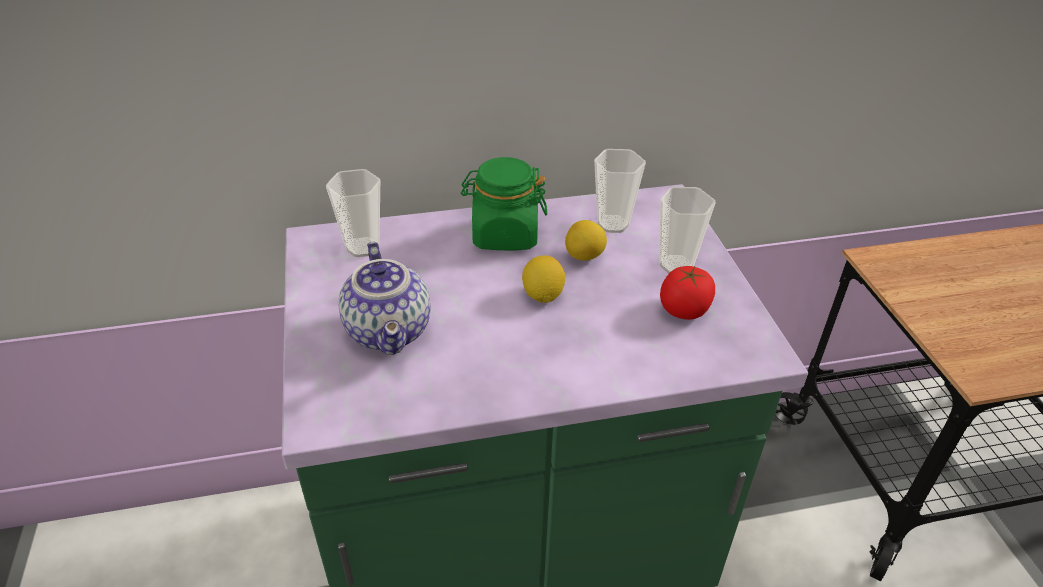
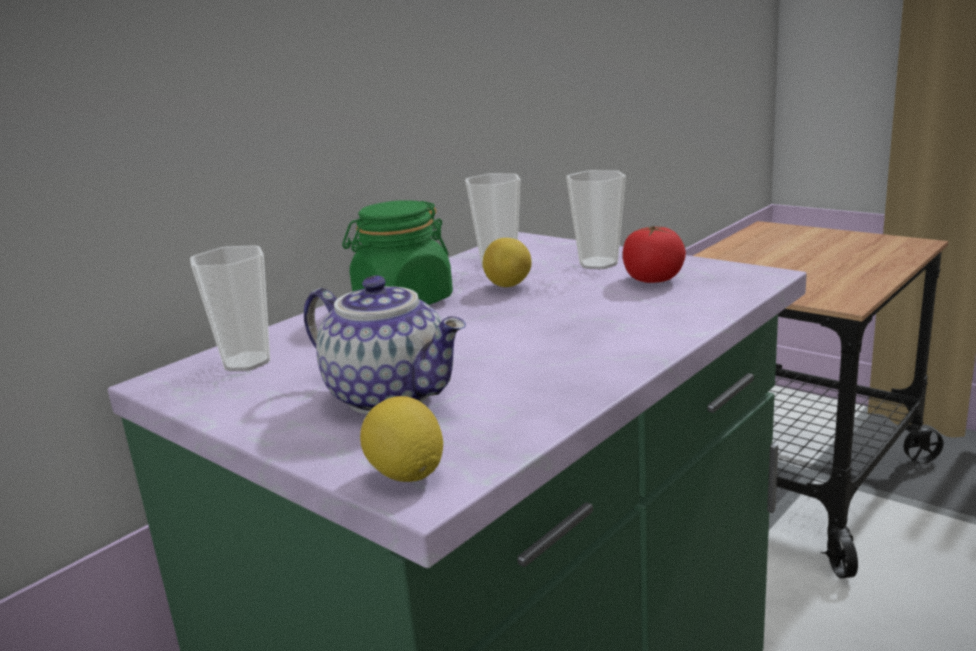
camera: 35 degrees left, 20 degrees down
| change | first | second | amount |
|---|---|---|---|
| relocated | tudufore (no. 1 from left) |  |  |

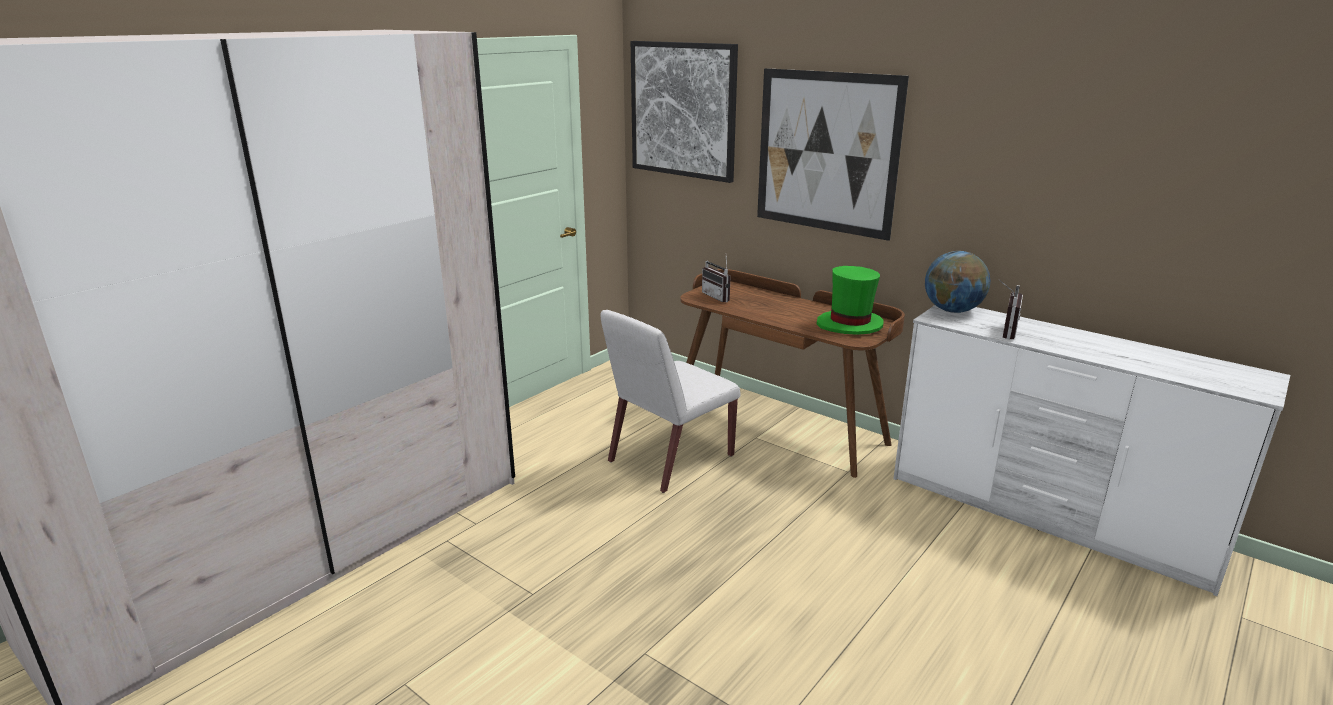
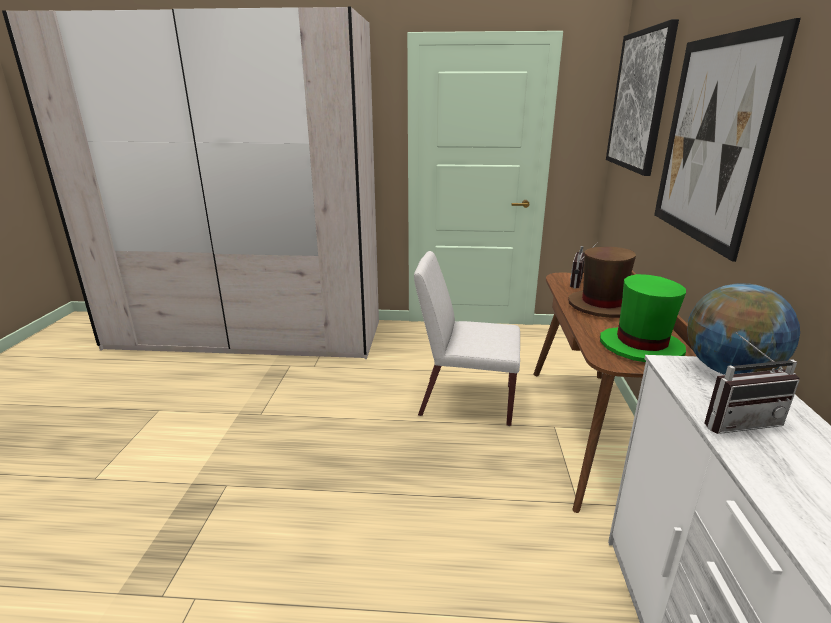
camera: 55 degrees right, 0 degrees up
| change | first | second | amount |
|---|---|---|---|
| appeared |  | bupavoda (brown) |  |

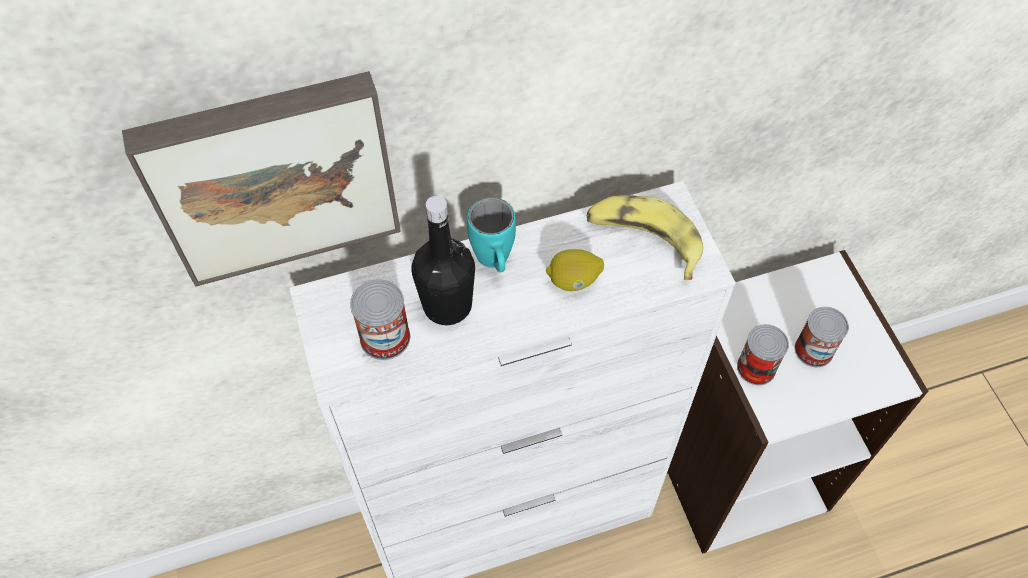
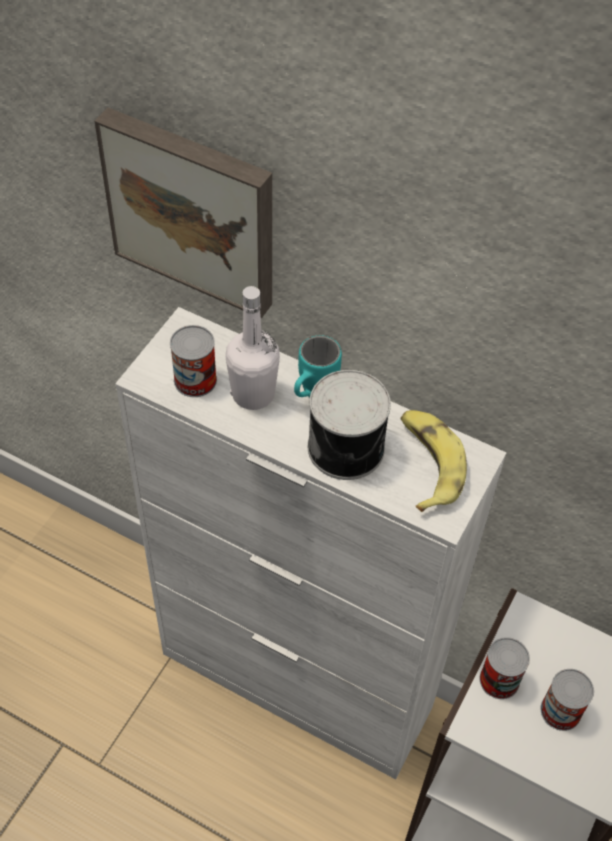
camera: 45 degrees right, 5 degrees down
| change | first | second | amount |
|---|---|---|---|
| exchanged | tudufore | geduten (no. 2 from left) |  |
| colour | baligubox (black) | baligubox (white) |  |

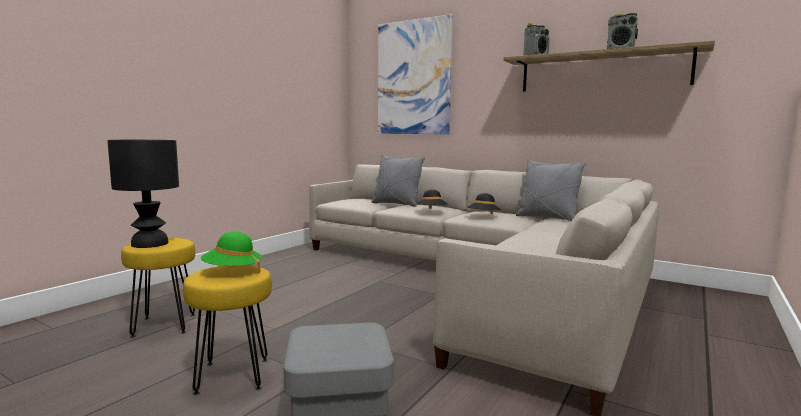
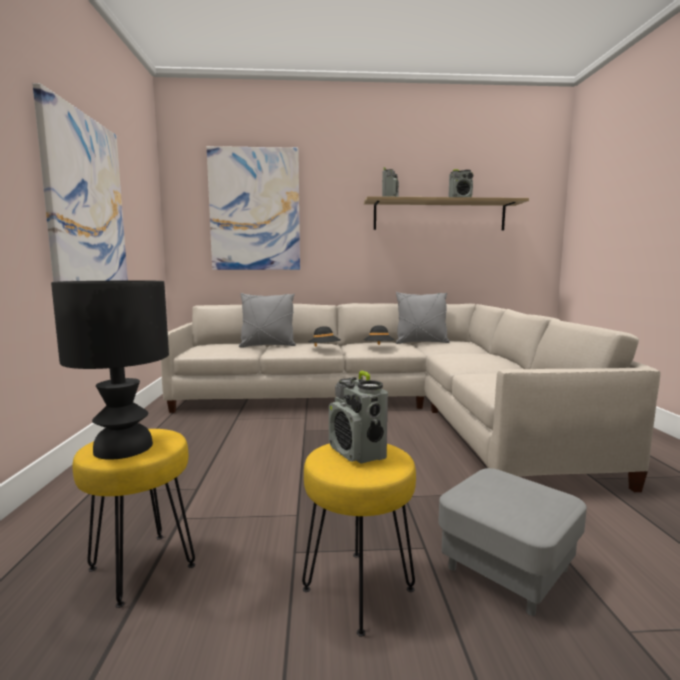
camera: 35 degrees left, 0 degrees up
| change | first | second | amount |
|---|---|---|---|
| appeared |  | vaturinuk (no. 1 from left) |  |
| exchanged | bupavoda (green) | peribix (no. 1 from left) |  |

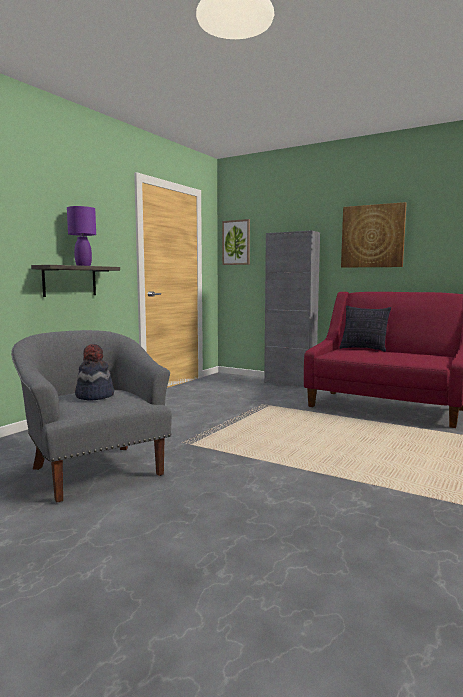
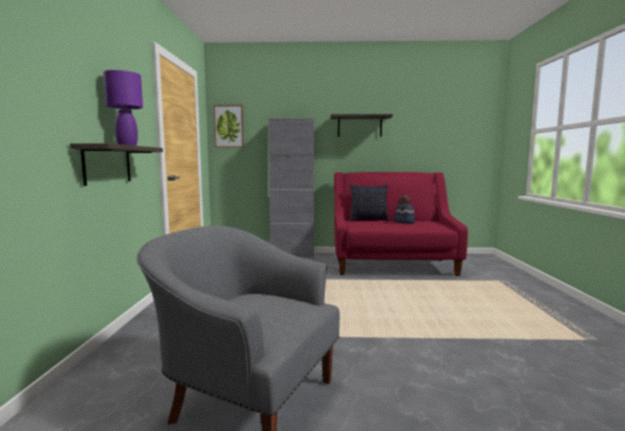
camera: 30 degrees left, 0 degrees up
| change | first | second | amount |
|---|---|---|---|
| relocated | bupavoda |  |  |
| exchanged | vaturinuk (no. 2 from left) | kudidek (no. 2 from left) |  |

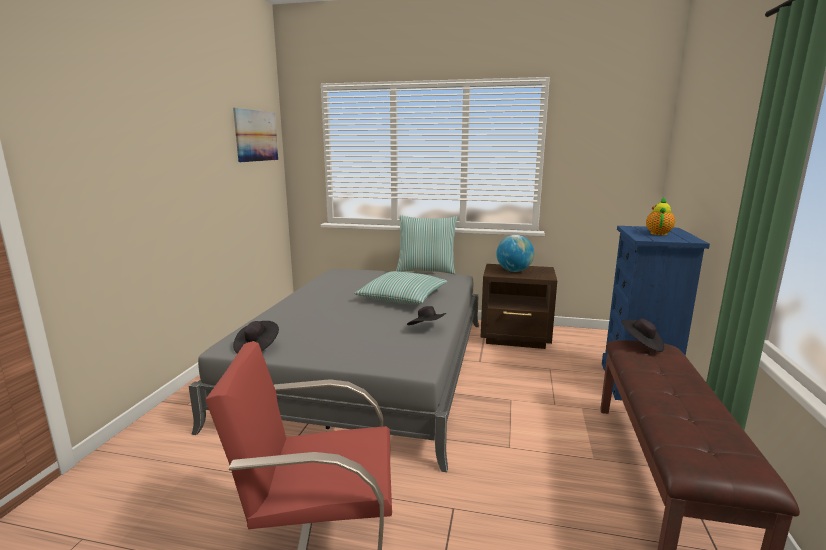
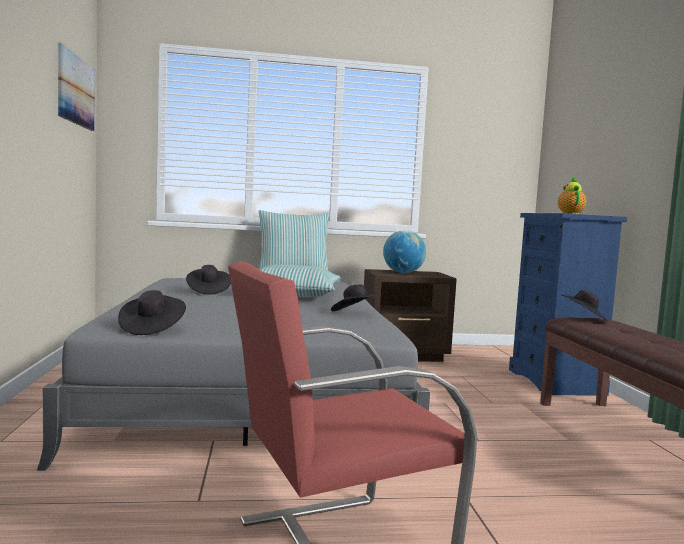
camera: 20 degrees left, 10 degrees down
| change | first | second | amount |
|---|---|---|---|
| appeared |  | bupavoda (black) (no. 2 from left) |  |

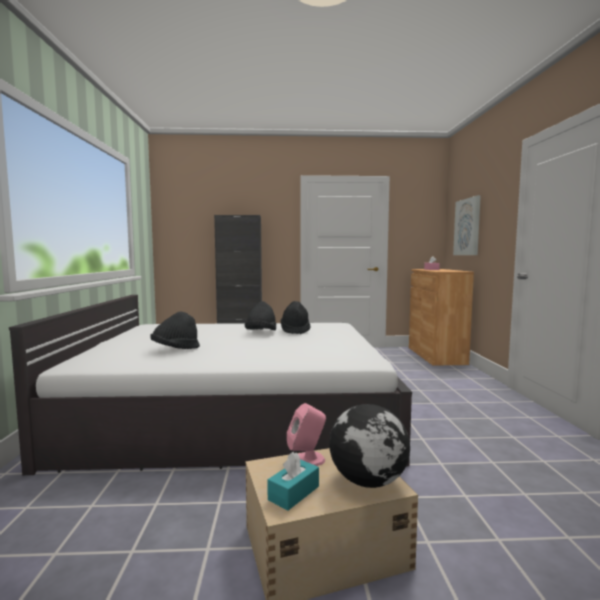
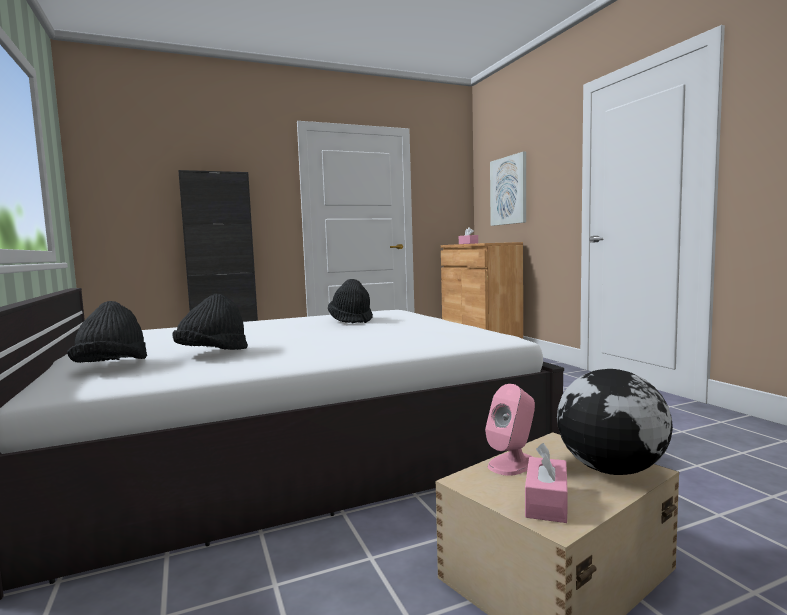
camera: 20 degrees left, 0 degrees up
| change | first | second | amount |
|---|---|---|---|
| relocated | bupavoda (black) (no. 2 from left in the first image) | bupavoda (black) (no. 1 from left) |  |
| colour | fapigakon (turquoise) | fapigakon (pink) (no. 2 from left) |  |

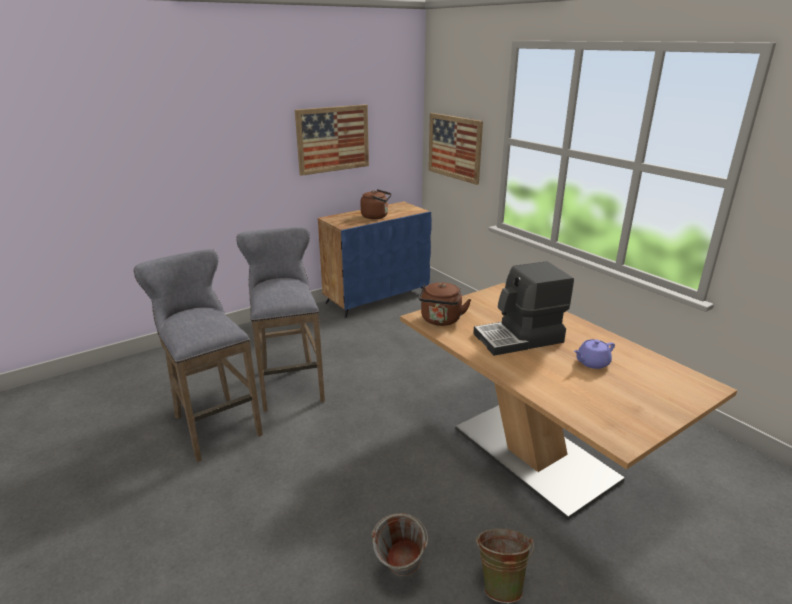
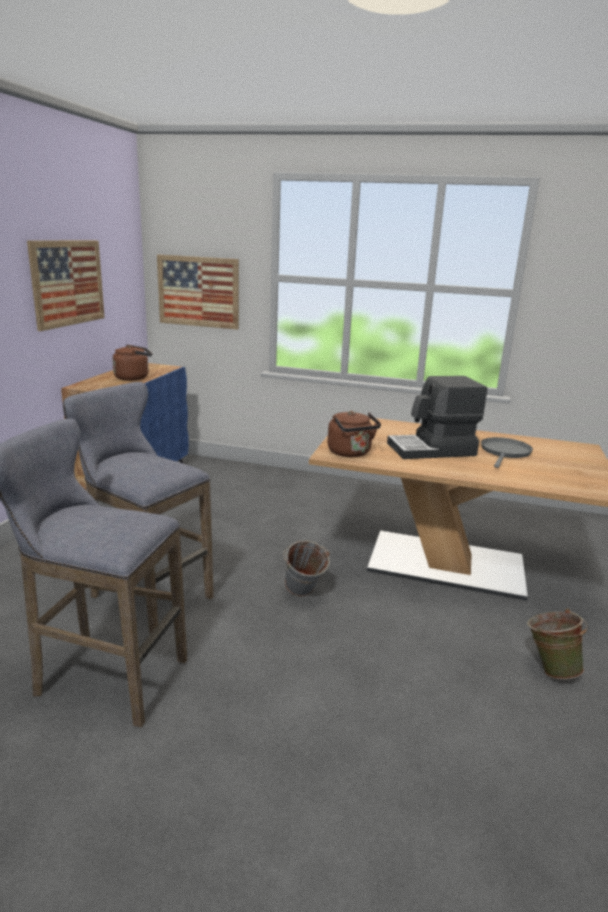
camera: 40 degrees left, 5 degrees down
| change | first | second | amount |
|---|---|---|---|
| relocated | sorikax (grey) |  |  |
| exchanged | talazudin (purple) | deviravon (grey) |  |
| spun | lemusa |  | 45 degrees clockwise |

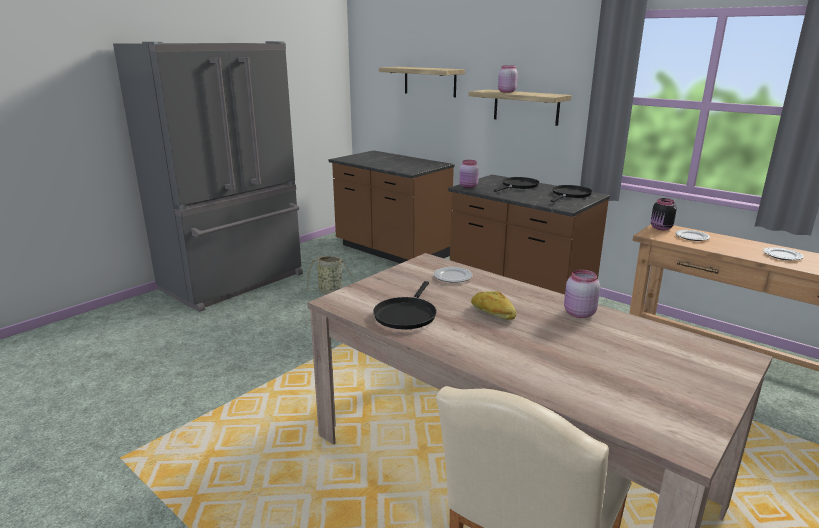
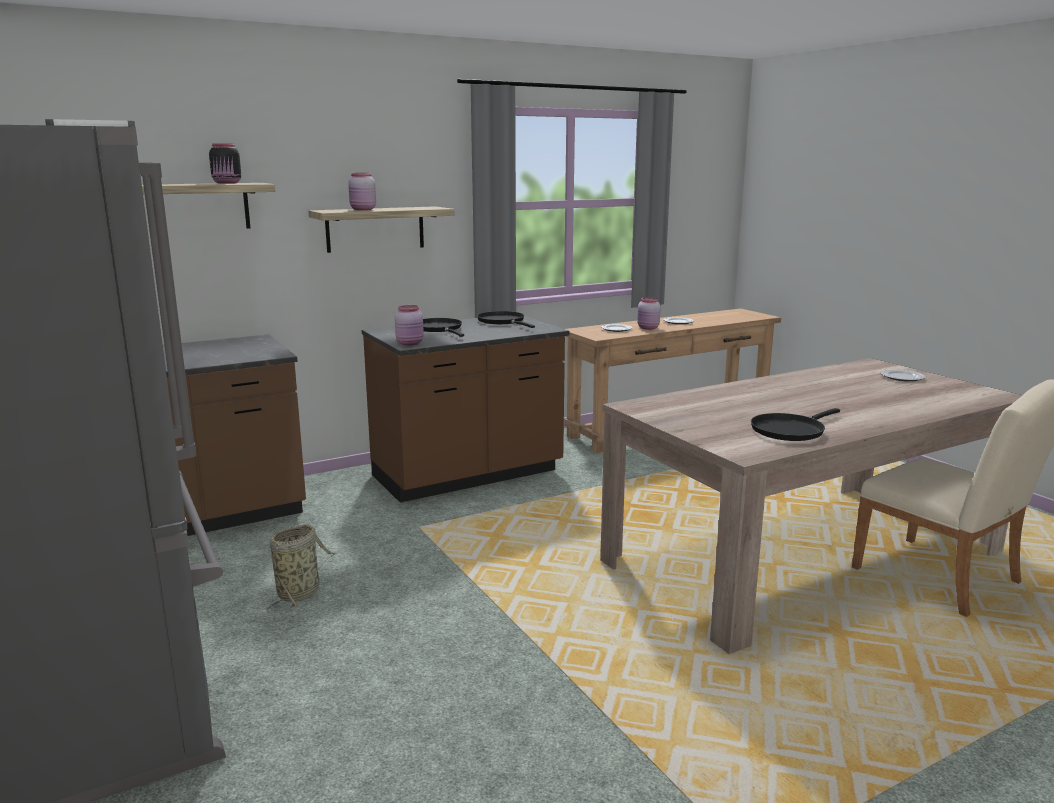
camera: 70 degrees left, 5 degrees down
| change | first | second | amount |
|---|---|---|---|
| missing | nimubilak |  |  |
| relocated | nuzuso (no. 1 from left in the first image) | nuzuso (no. 3 from left) |  |
| relocated | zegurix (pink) (no. 3 from left) |  |  |
| relocated | zegurix (black) |  |  |
| spun | deviravon (black) (no. 1 from left in the first image) | deviravon (black) (no. 3 from left) | 105 degrees clockwise |

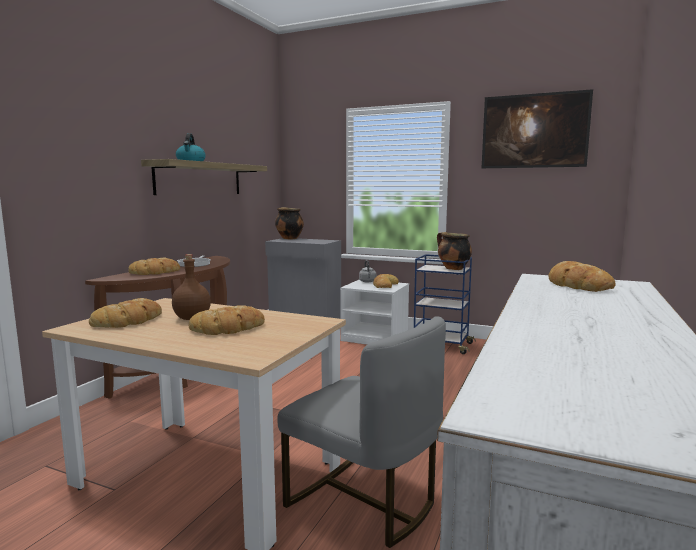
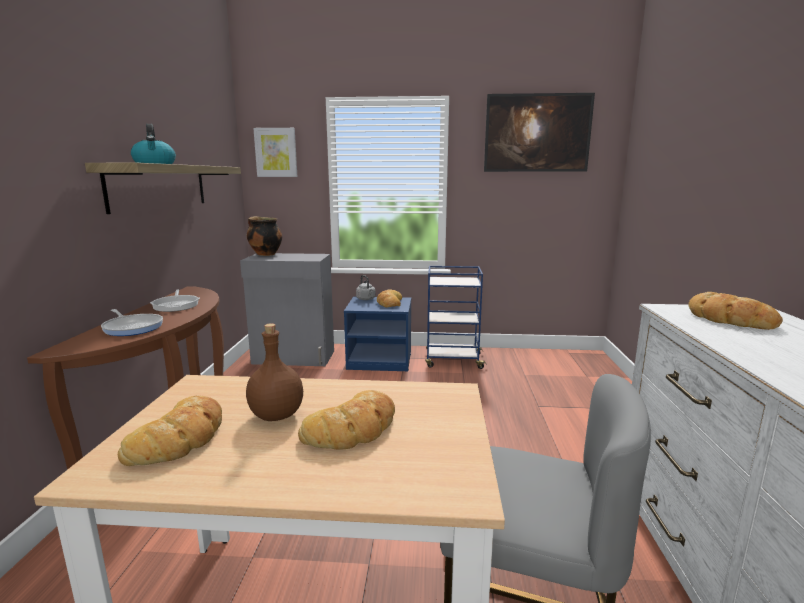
camera: 20 degrees left, 5 degrees up
| change | first | second | amount |
|---|---|---|---|
| missing | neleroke (no. 2 from left) |  |  |
| appeared |  | vaturinuk (no. 1 from left) |  |
| exchanged | nimubilak (no. 2 from left) | deviravon (no. 1 from left) |  |
| colour | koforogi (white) | koforogi (blue) |  |

